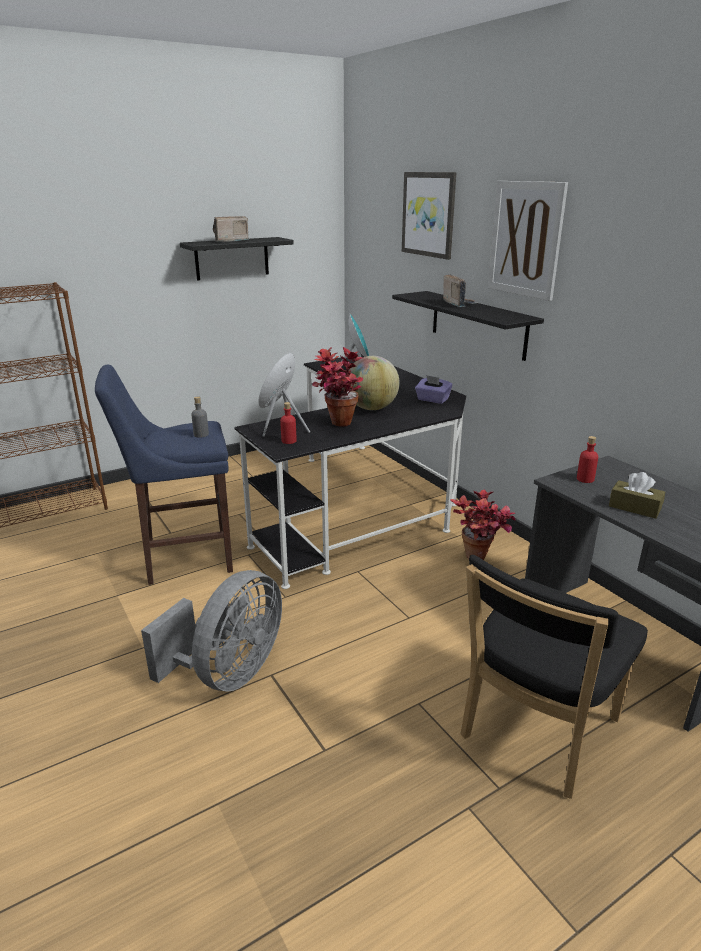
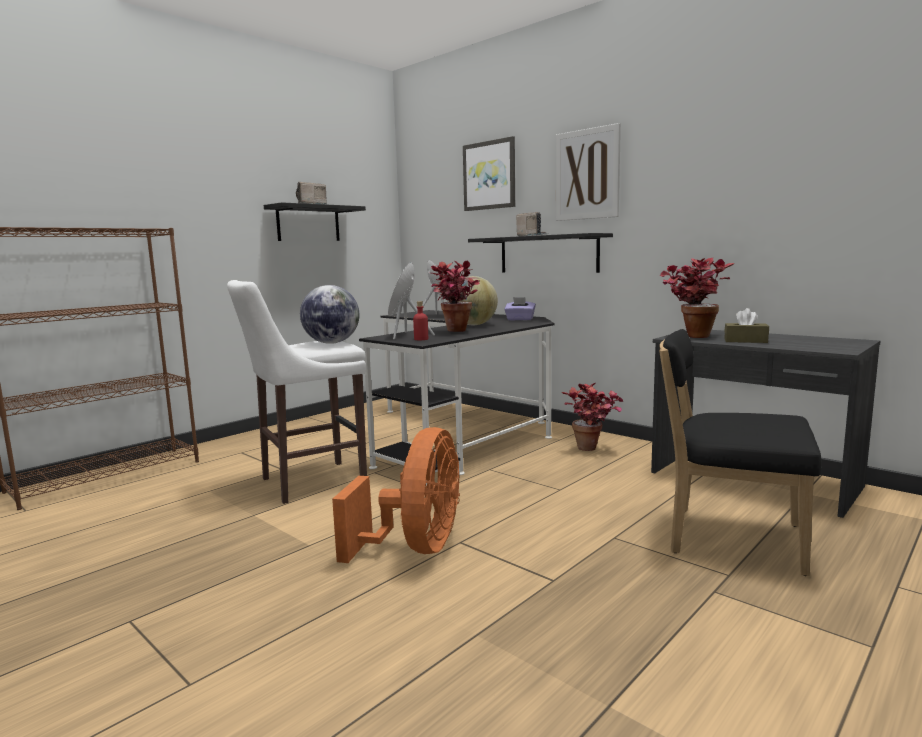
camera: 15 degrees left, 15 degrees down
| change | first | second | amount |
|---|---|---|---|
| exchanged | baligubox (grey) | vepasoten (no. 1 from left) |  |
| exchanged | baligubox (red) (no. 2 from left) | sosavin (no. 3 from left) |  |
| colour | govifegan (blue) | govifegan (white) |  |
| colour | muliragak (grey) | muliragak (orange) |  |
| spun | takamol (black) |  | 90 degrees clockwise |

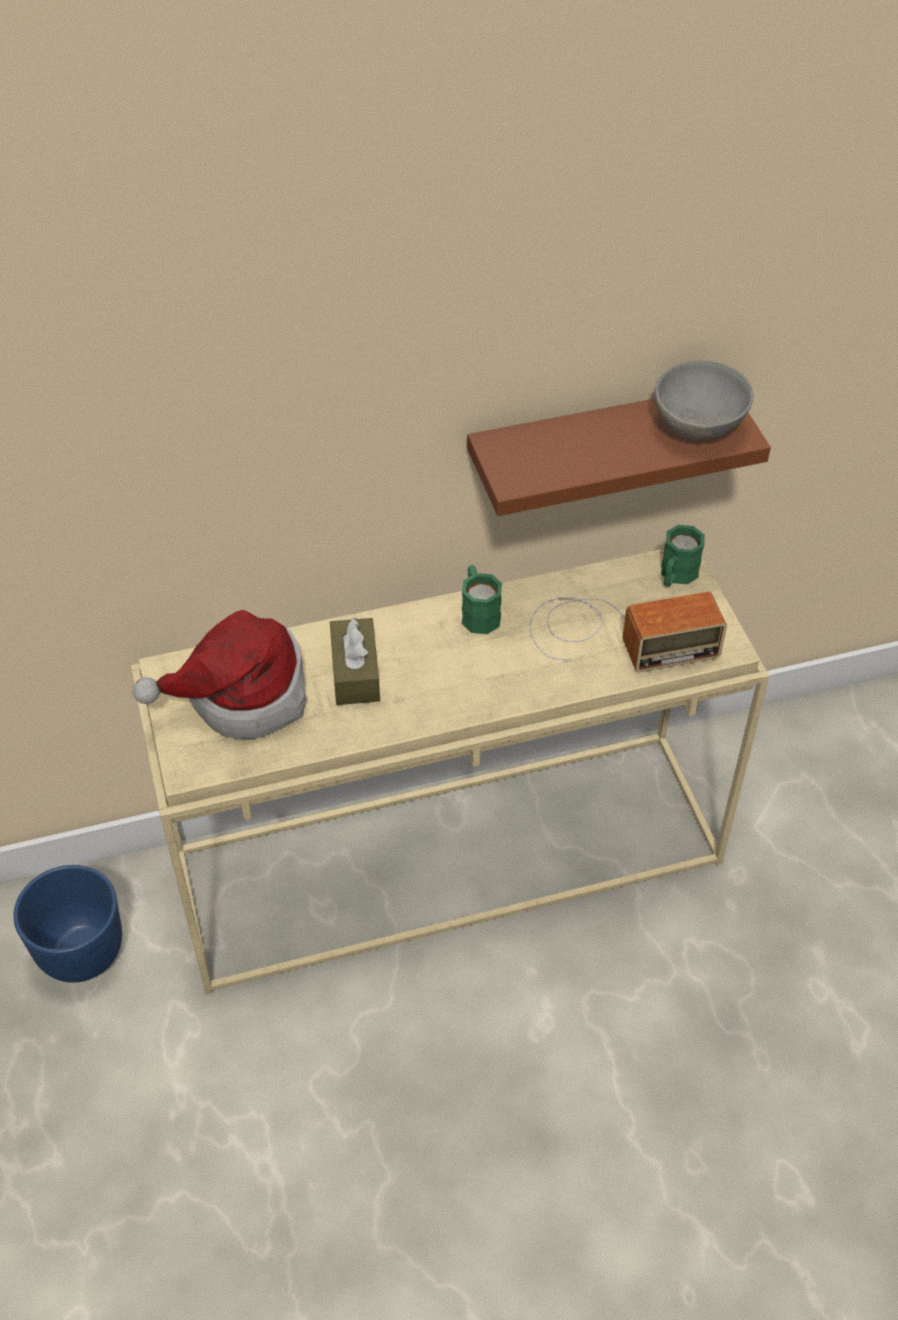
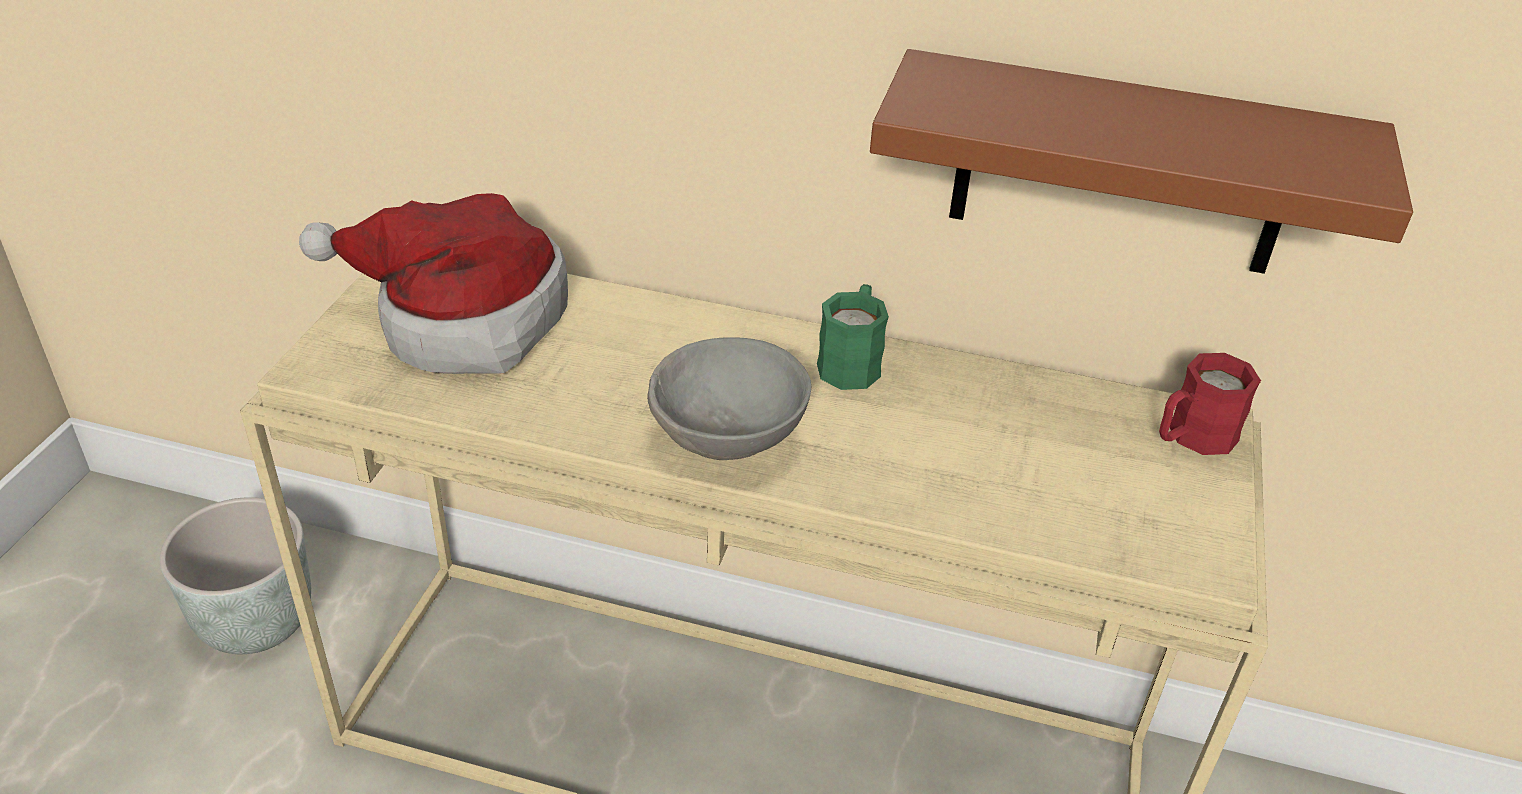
camera: 30 degrees right, 10 degrees down
| change | first | second | amount |
|---|---|---|---|
| missing | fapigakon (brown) |  |  |
| missing | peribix |  |  |
| relocated | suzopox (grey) |  |  |
| colour | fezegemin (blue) | fezegemin (grey) |  |
| colour | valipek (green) (no. 2 from left) | valipek (red) |  |

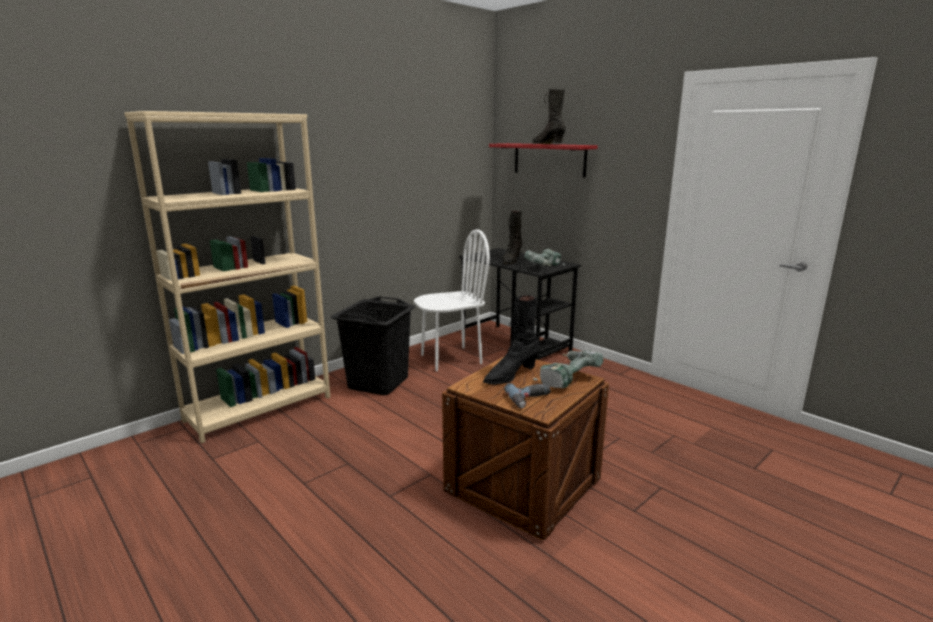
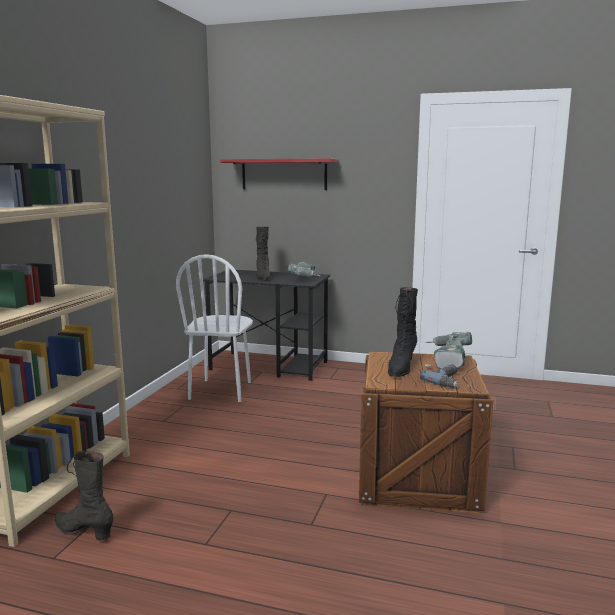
camera: 30 degrees left, 5 degrees down
| change | first | second | amount |
|---|---|---|---|
| missing | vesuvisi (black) |  |  |
| relocated | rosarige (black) (no. 3 from left in the first image) | rosarige (black) (no. 1 from left) |  |
| spun | takamol (white) |  | 150 degrees clockwise |

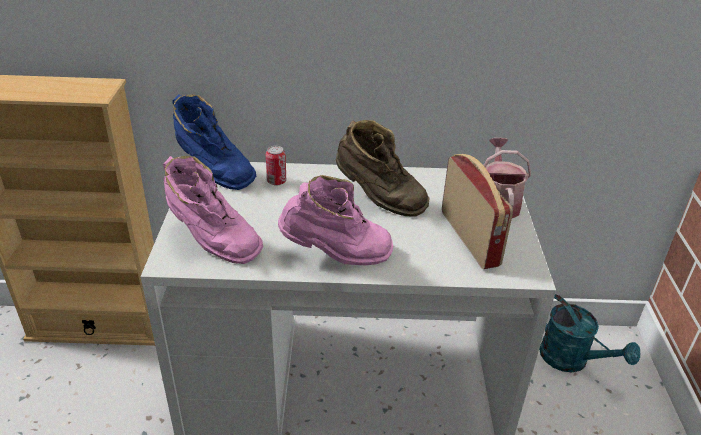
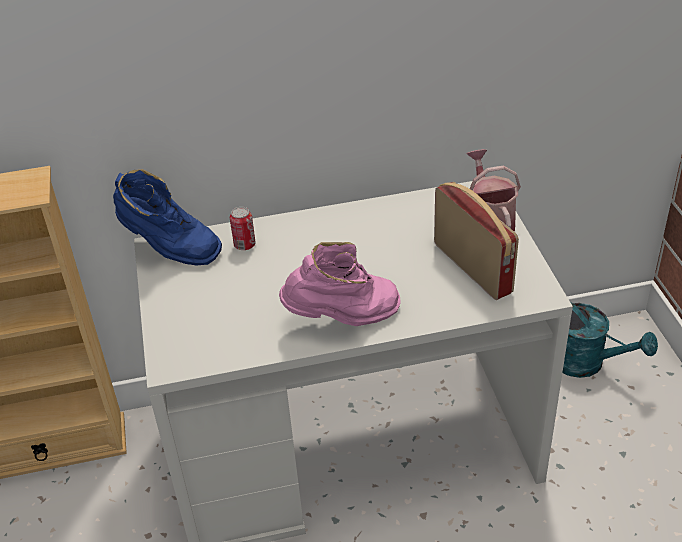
camera: 10 degrees left, 5 degrees up
| change | first | second | amount |
|---|---|---|---|
| missing | rosarige (pink) (no. 1 from left) |  |  |
| missing | rosarige (brown) |  |  |

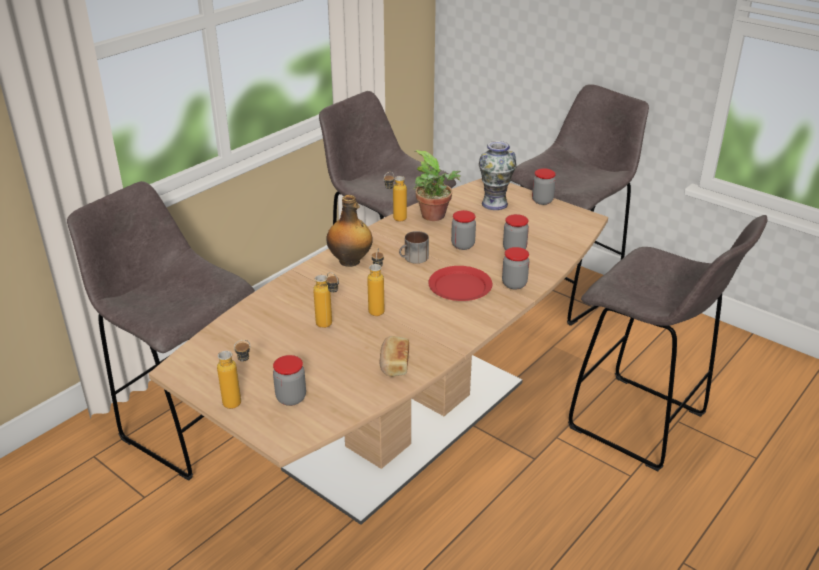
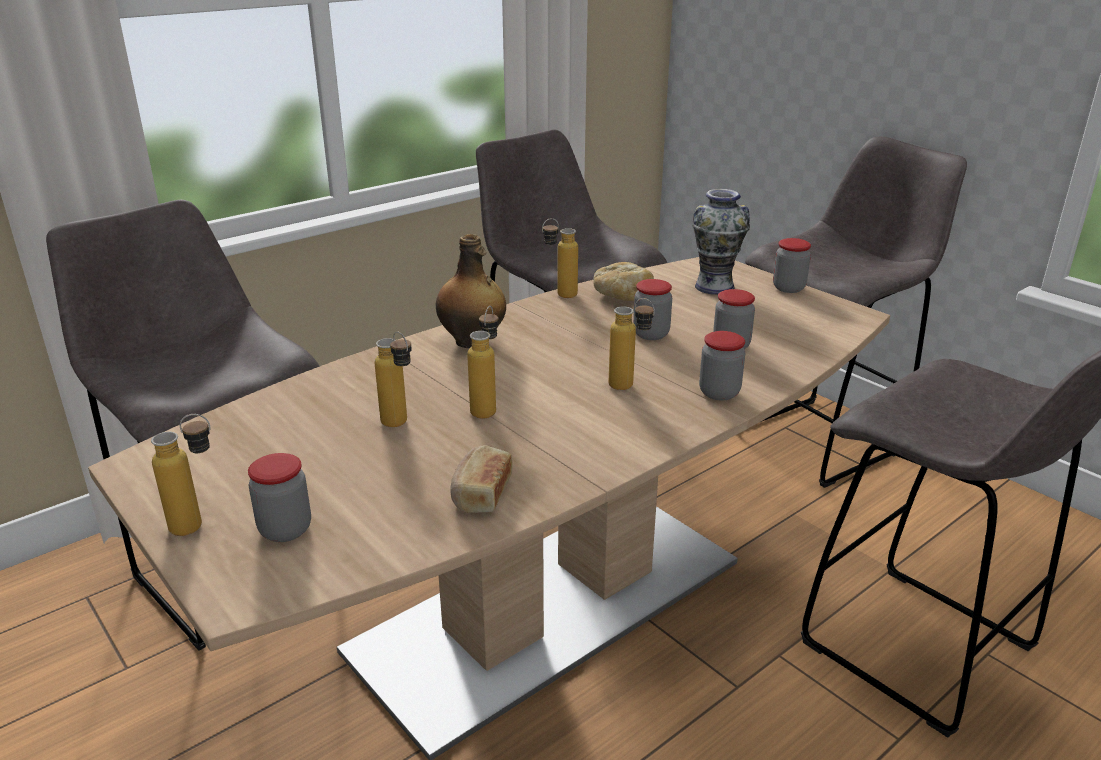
camera: 10 degrees right, 5 degrees down
| change | first | second | amount |
|---|---|---|---|
| missing | valipek |  |  |
| exchanged | sosavin | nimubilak (no. 2 from left) |  |
| exchanged | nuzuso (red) | baligubox (no. 6 from left) |  |

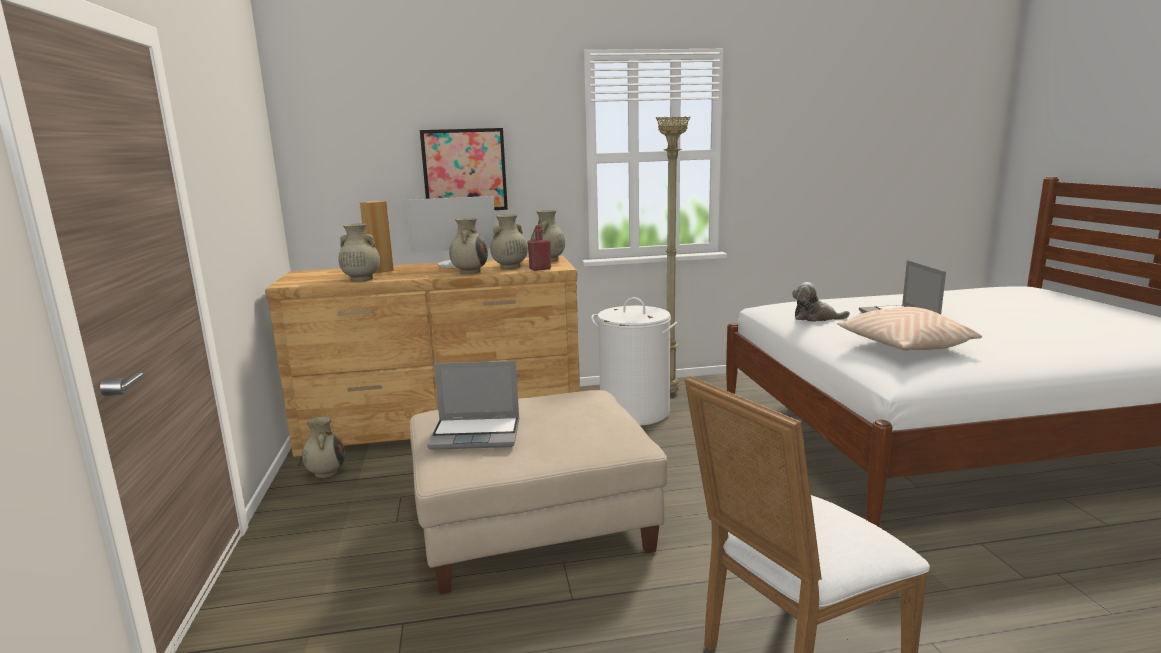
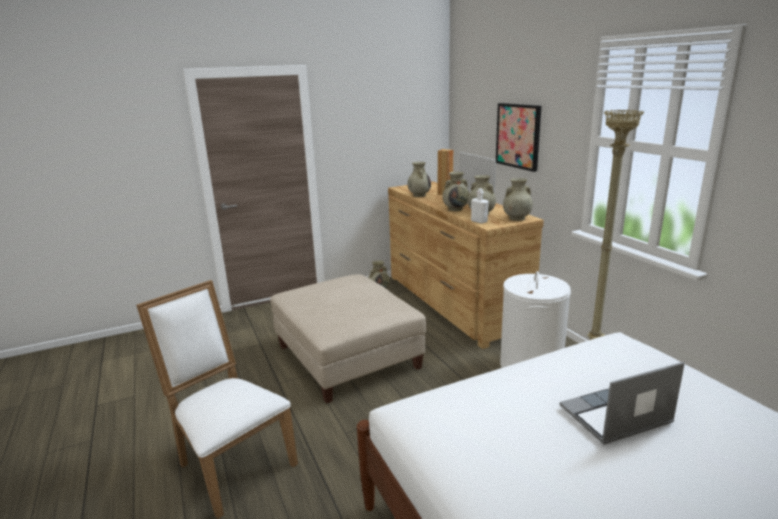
camera: 75 degrees right, 5 degrees up
| change | first | second | amount |
|---|---|---|---|
| missing | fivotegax (no. 1 from left) |  |  |
| missing | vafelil |  |  |
| missing | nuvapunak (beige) |  |  |
| colour | baligubox (red) | baligubox (white) |  |

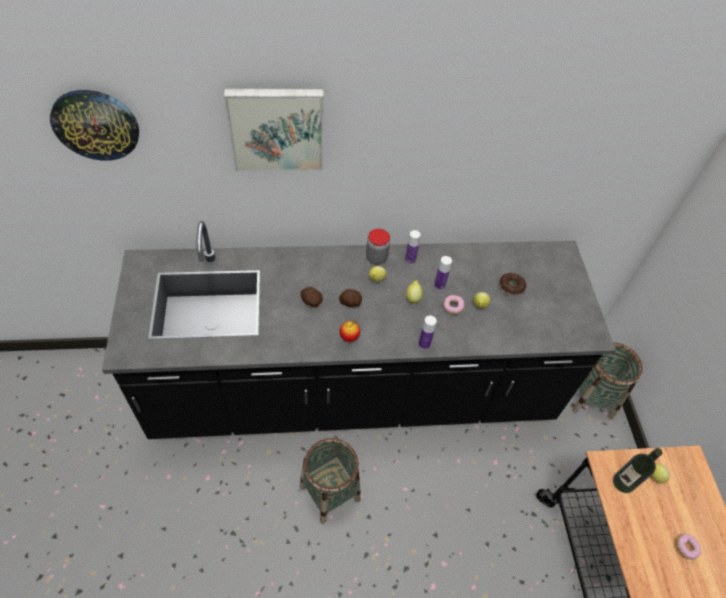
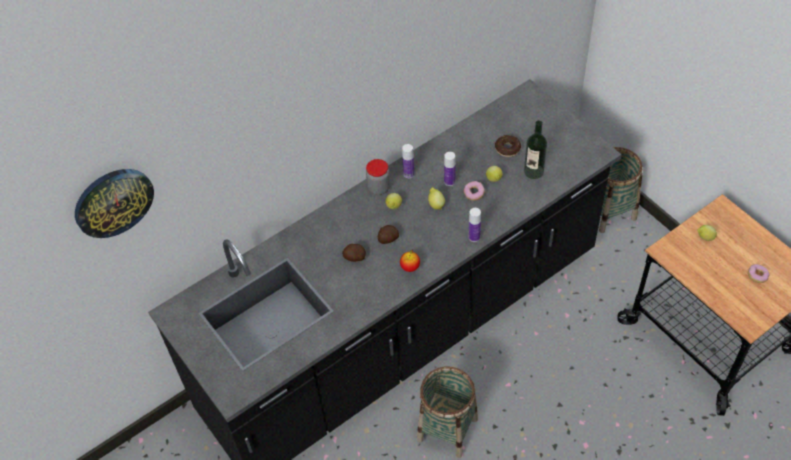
camera: 25 degrees left, 0 degrees up
| change | first | second | amount |
|---|---|---|---|
| missing | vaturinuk |  |  |
| relocated | baligubox (no. 4 from left) |  |  |

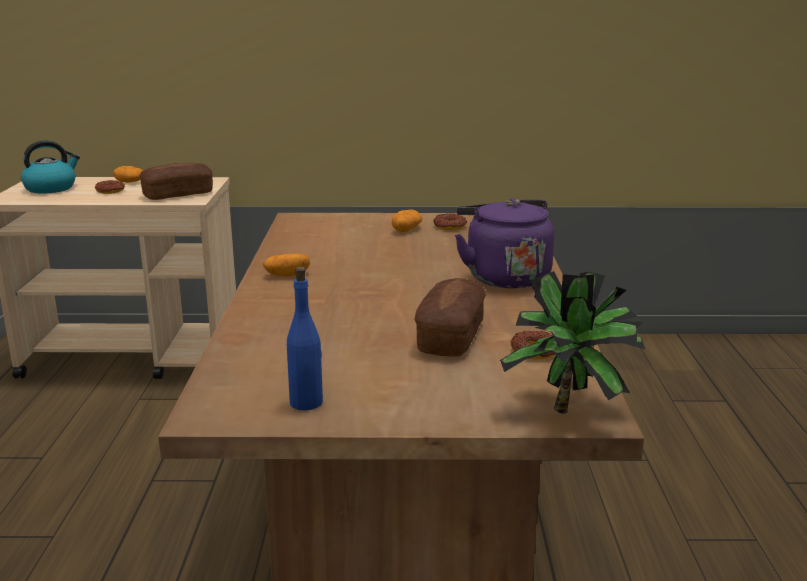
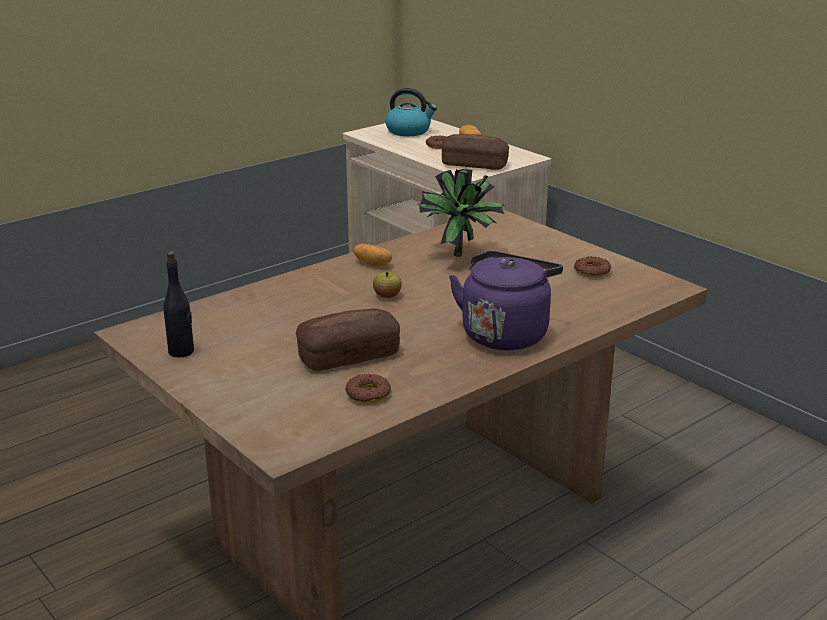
camera: 50 degrees right, 5 degrees up
| change | first | second | amount |
|---|---|---|---|
| missing | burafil (no. 3 from left) |  |  |
| appeared |  | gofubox |  |
| relocated | sosavin |  |  |
| colour | baligubox (blue) | baligubox (black) |  |

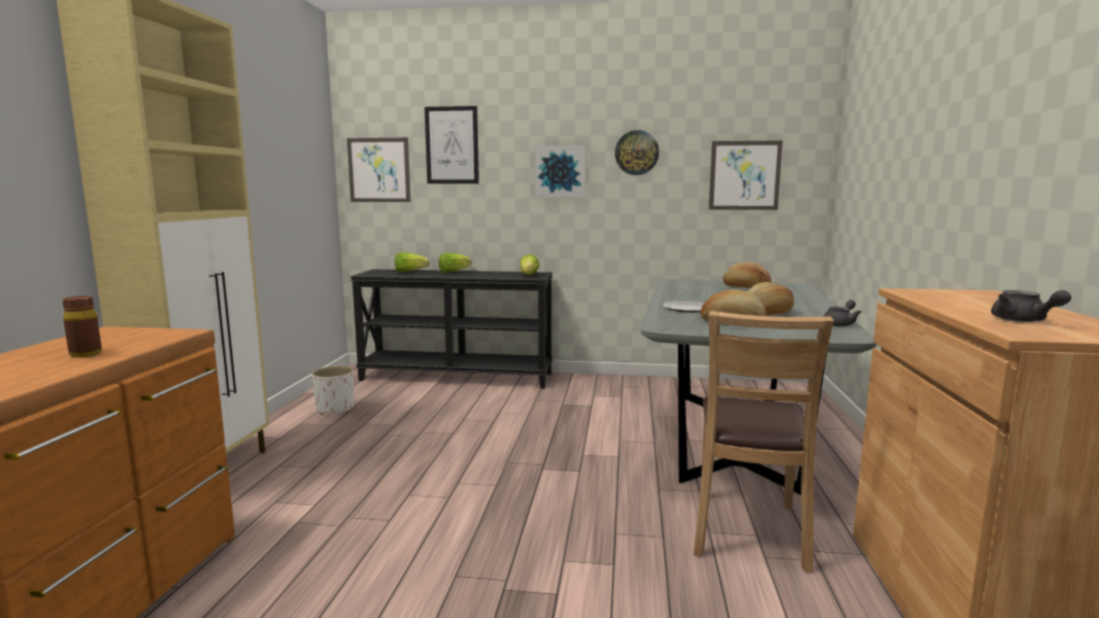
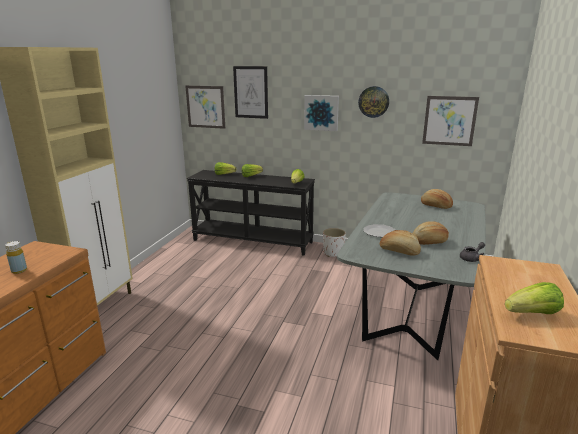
camera: 10 degrees right, 10 degrees up
| change | first | second | amount |
|---|---|---|---|
| missing | takamol (brown) |  |  |
| relocated | fezegemin (white) |  |  |
| exchanged | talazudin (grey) (no. 2 from left) | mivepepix (no. 4 from left) |  |
| colour | baligubox (brown) | baligubox (yellow) |  |

